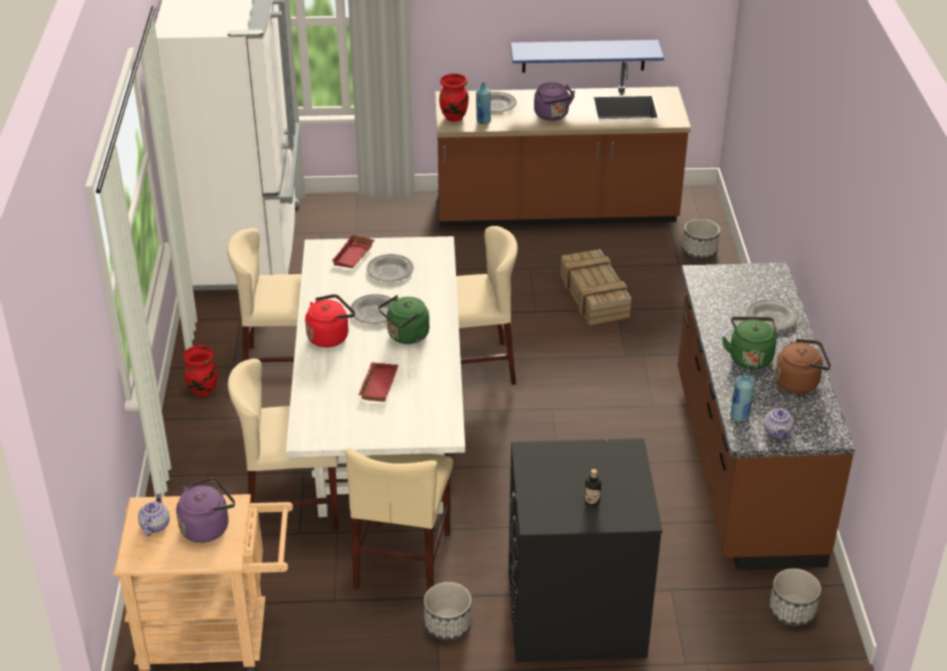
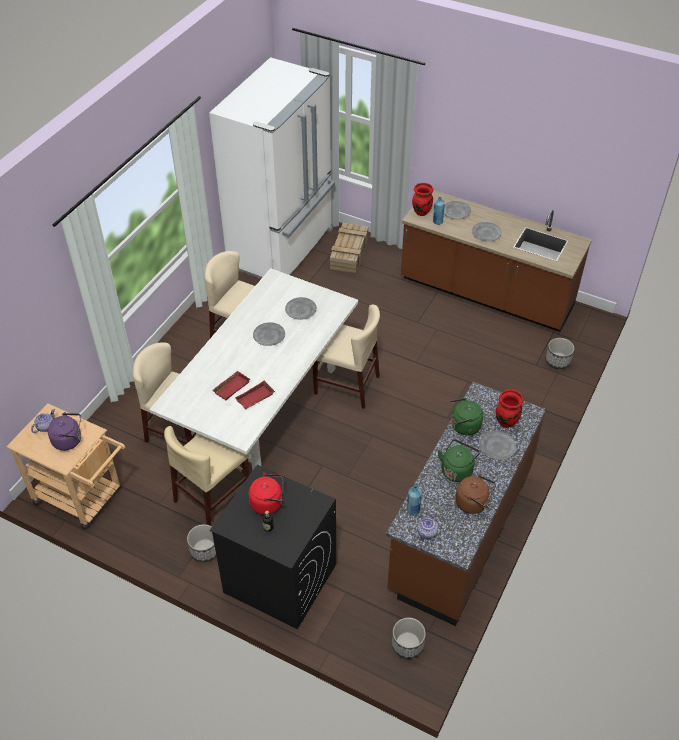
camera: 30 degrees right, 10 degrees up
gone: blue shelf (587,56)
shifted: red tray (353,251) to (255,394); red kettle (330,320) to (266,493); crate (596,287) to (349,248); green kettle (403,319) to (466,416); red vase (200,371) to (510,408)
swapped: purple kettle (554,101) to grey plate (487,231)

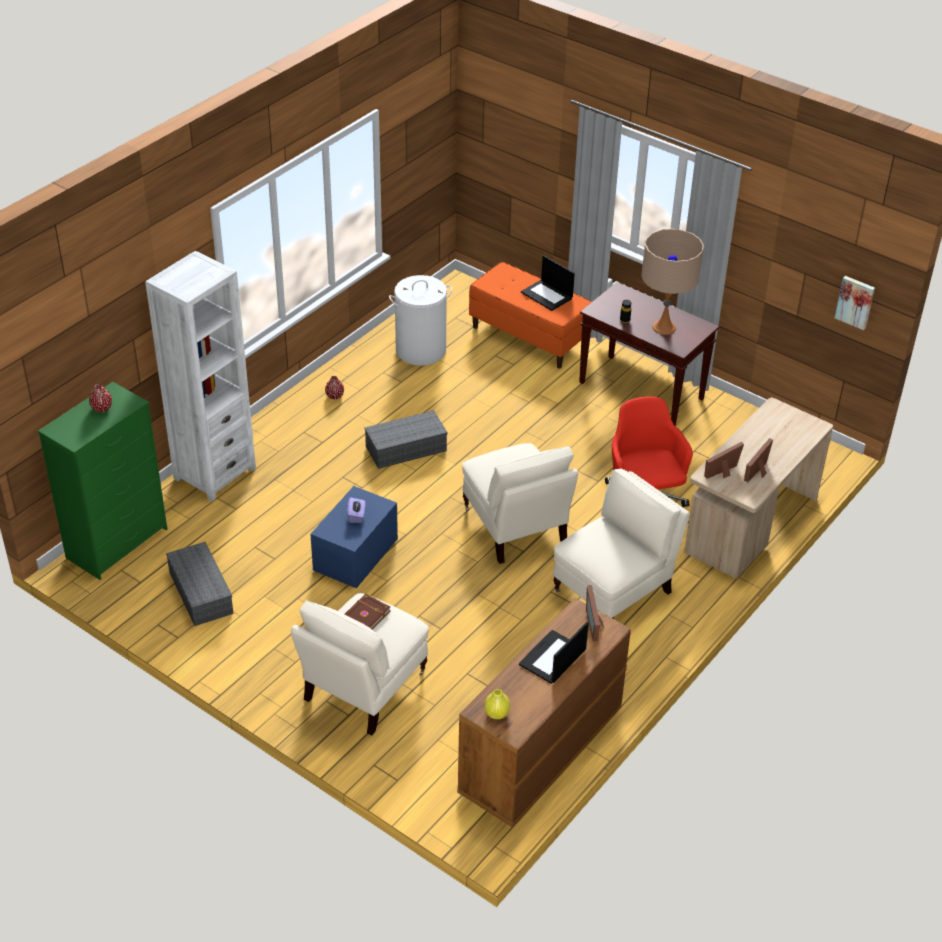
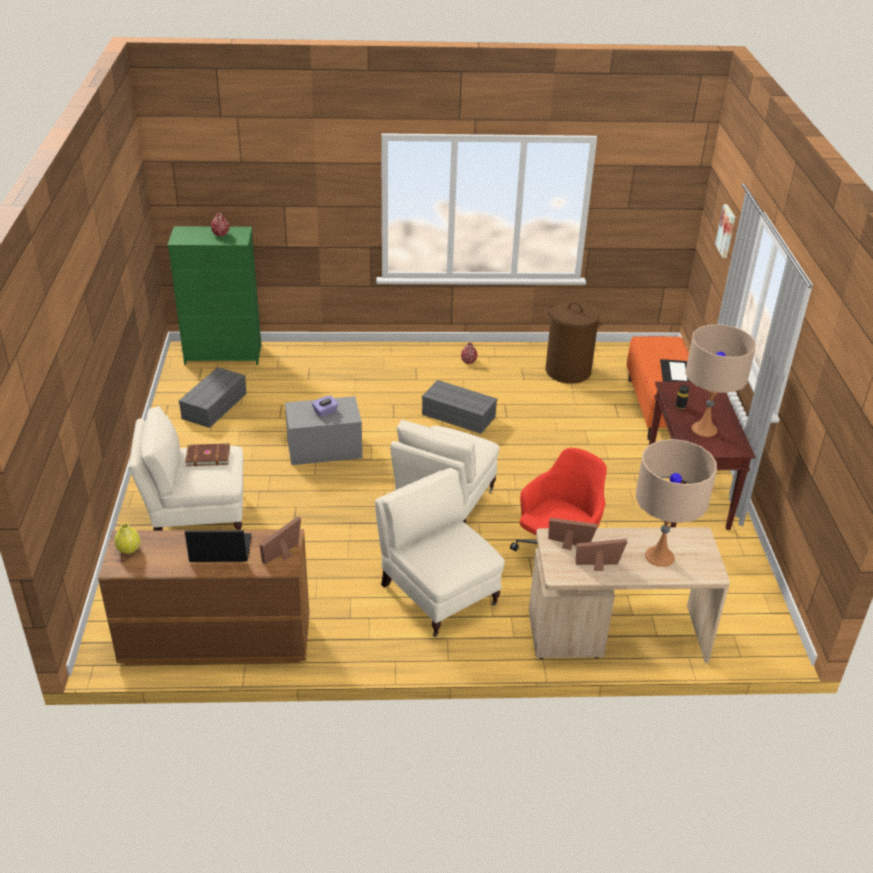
camera: 50 degrees right, 5 degrees down
gone: white bookcase (200,376)
new: beige table lamp (676,503)
shifted: picture (855,303) to (725,231)
repainted: blue storage box (354,537) to grey storage box (323,430); white laundry basket (420,320) to brown laundry basket (574,342)
rotated: beige armchair (621,543) = (440,552) 135 degrees counterclockwise

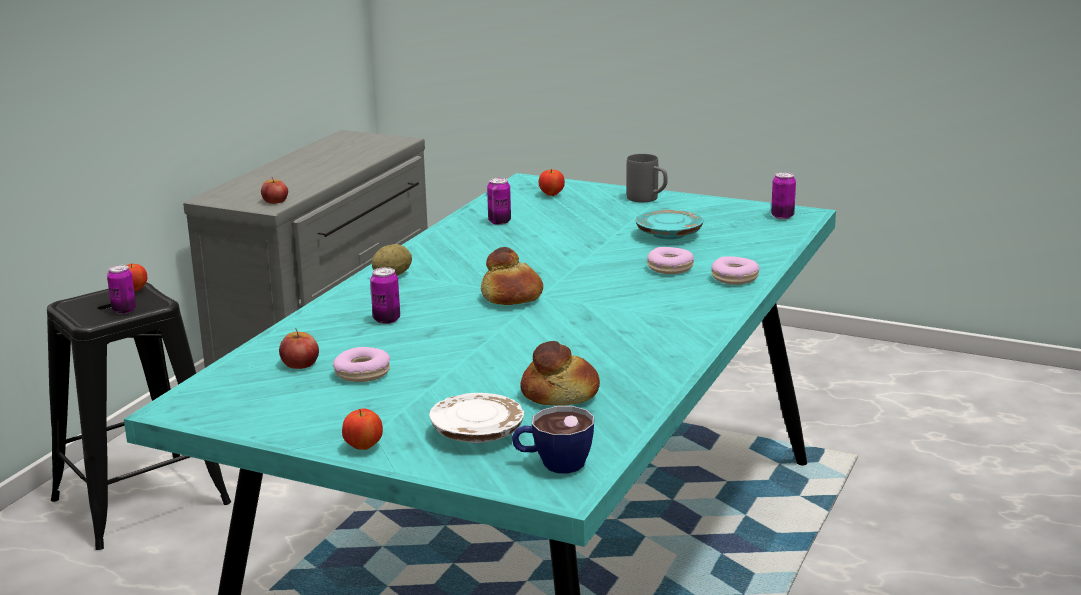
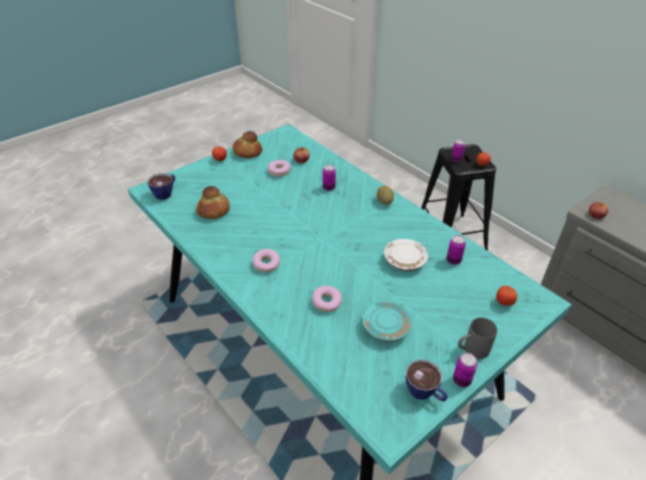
camera: 115 degrees right, 20 degrees up
new: cup (427,380)
shifted: bread (512,276) to (247,144); donut (735,270) to (266,260); white plate (476,418) to (406,255); can (783,195) to (465,370)

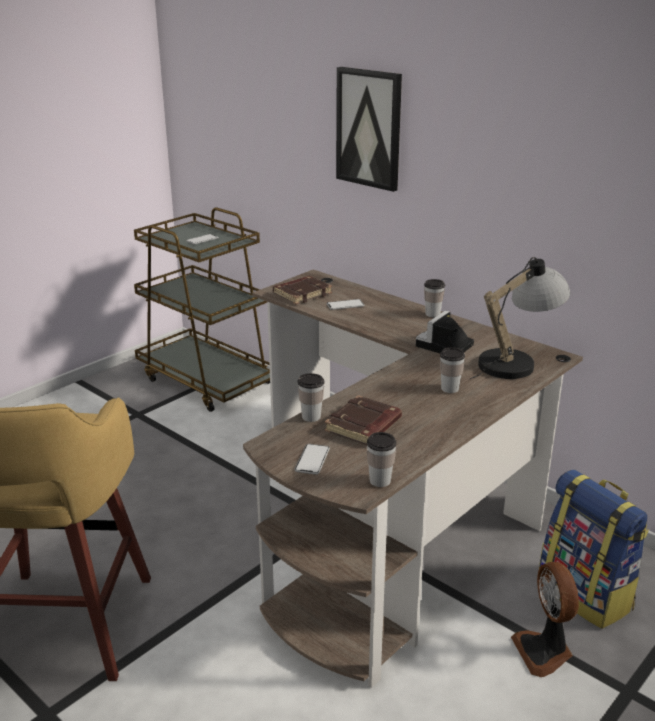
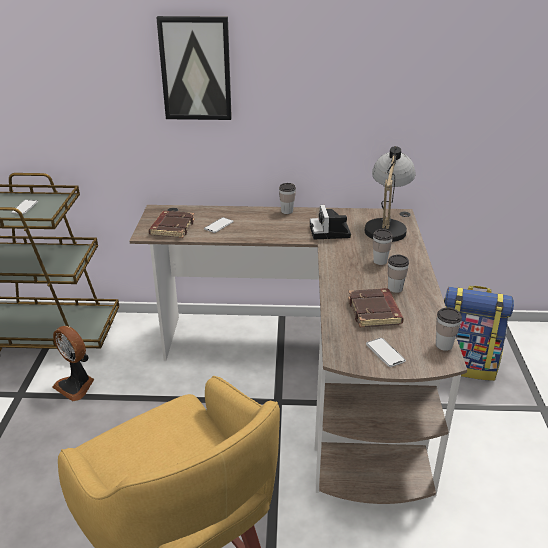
camera: 40 degrees left, 5 degrees up
shifted: fan (545,619) to (73,363); cup (310,397) to (398,274)

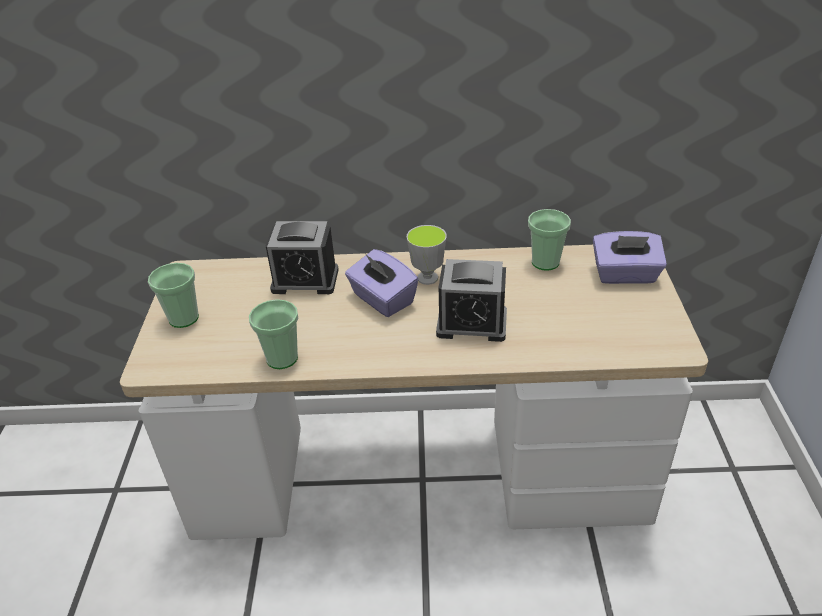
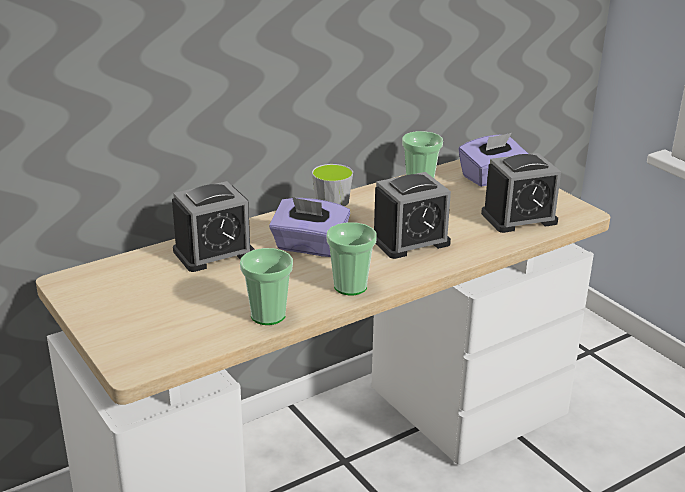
camera: 35 degrees left, 10 degrees down
new: alarm clock (521,193)
shifted: cup (173,295) to (352,259)

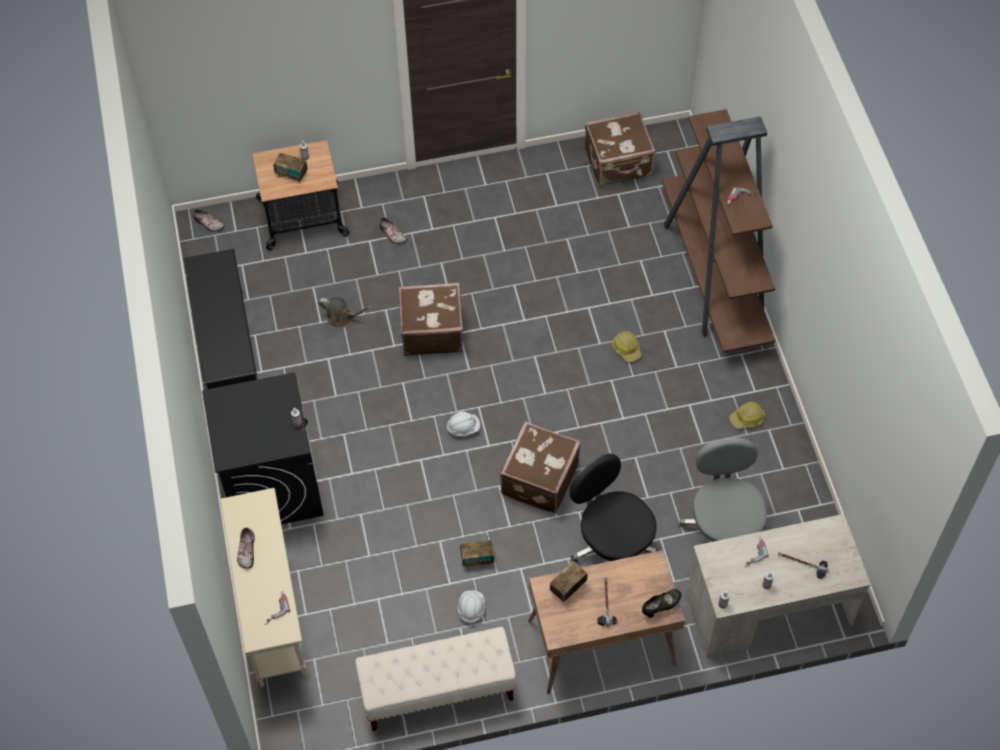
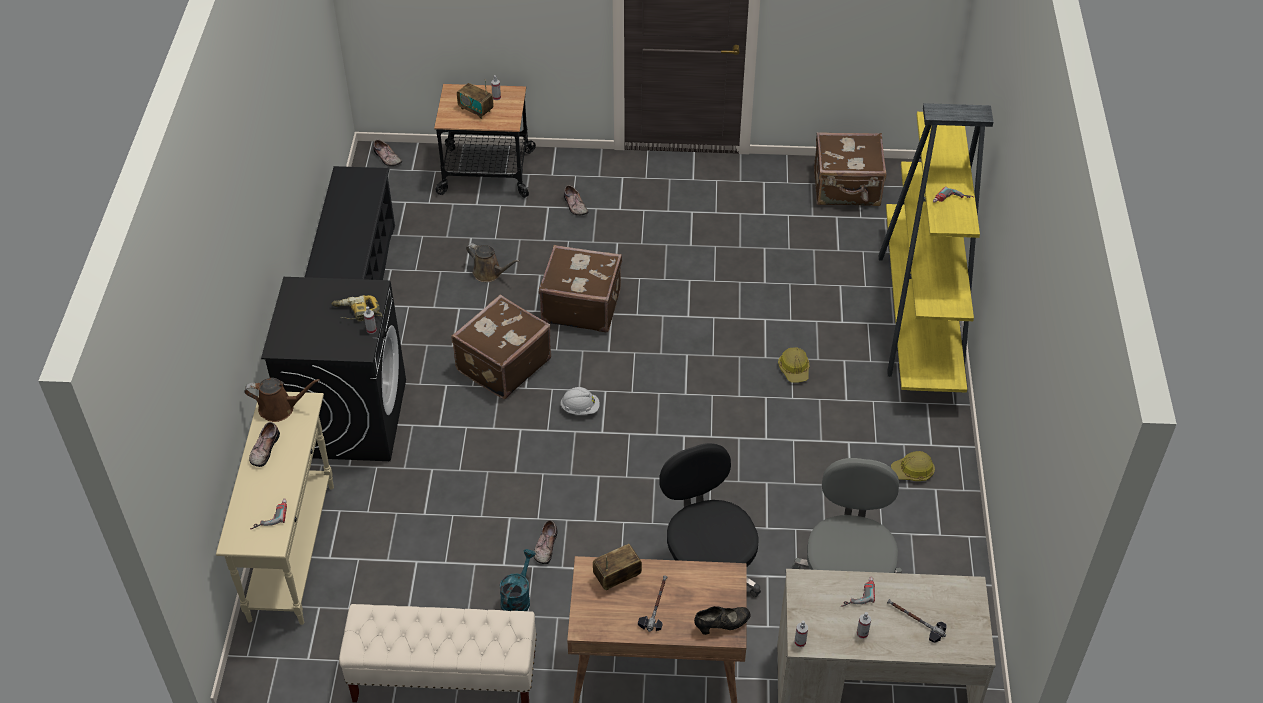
camera: 15 degrees right, 10 degrees down
new: brown watering can (282,400); power drill (357,308)
shifted: brown suitcase (540,468) to (501,347)
swapped: white hard hat (471,607) to turquoise watering can (518,580); radio (477,551) to shoe (546,542)
repainted: brown bookcase (718,231) to yellow bookcase (936,248)

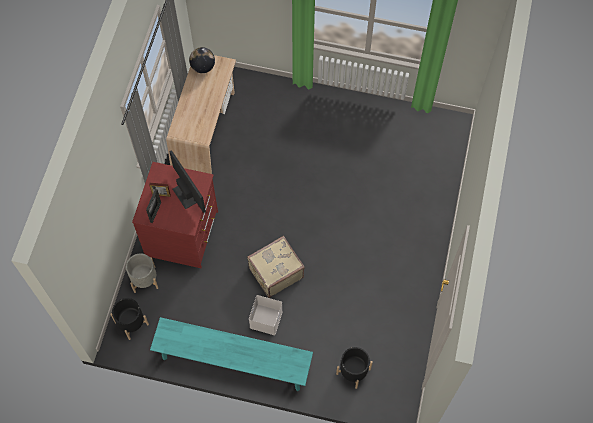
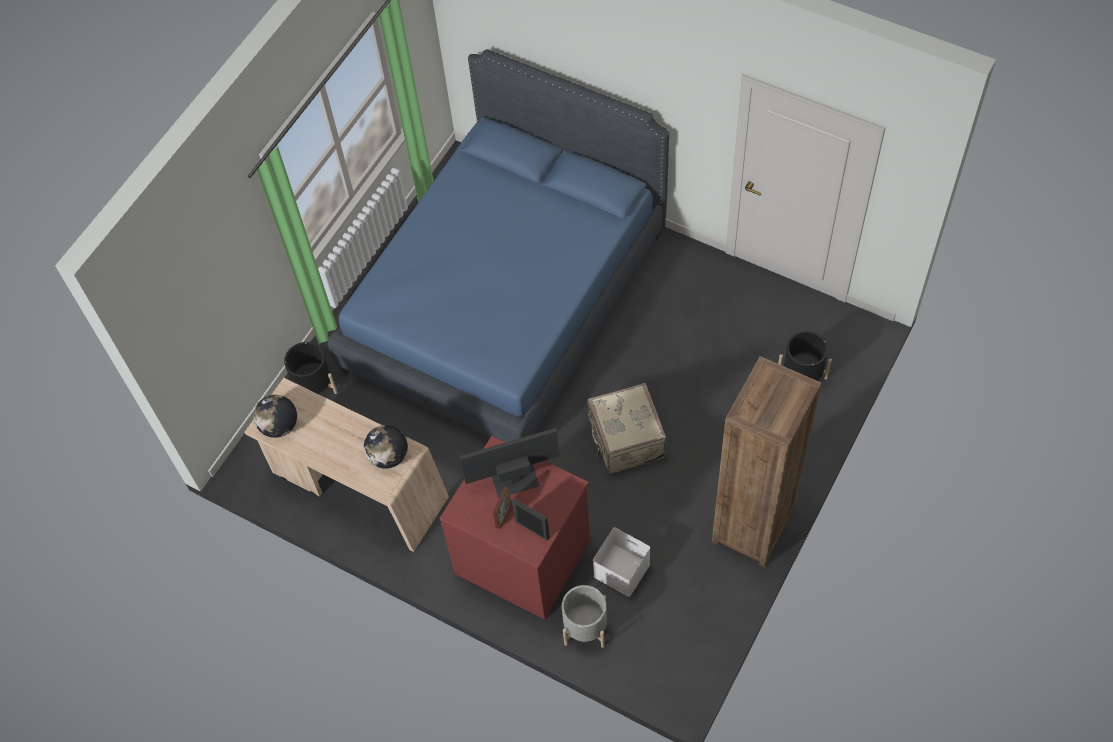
camera: 70 degrees left, 5 degrees down
new: blue bed (498,245); globe (386,447)
shifted: black planter (129,319) to (311,368); white storage box (266,315) to (621,562)
swapped: turquoise bench (231,354) to brown bookcase (767,461)

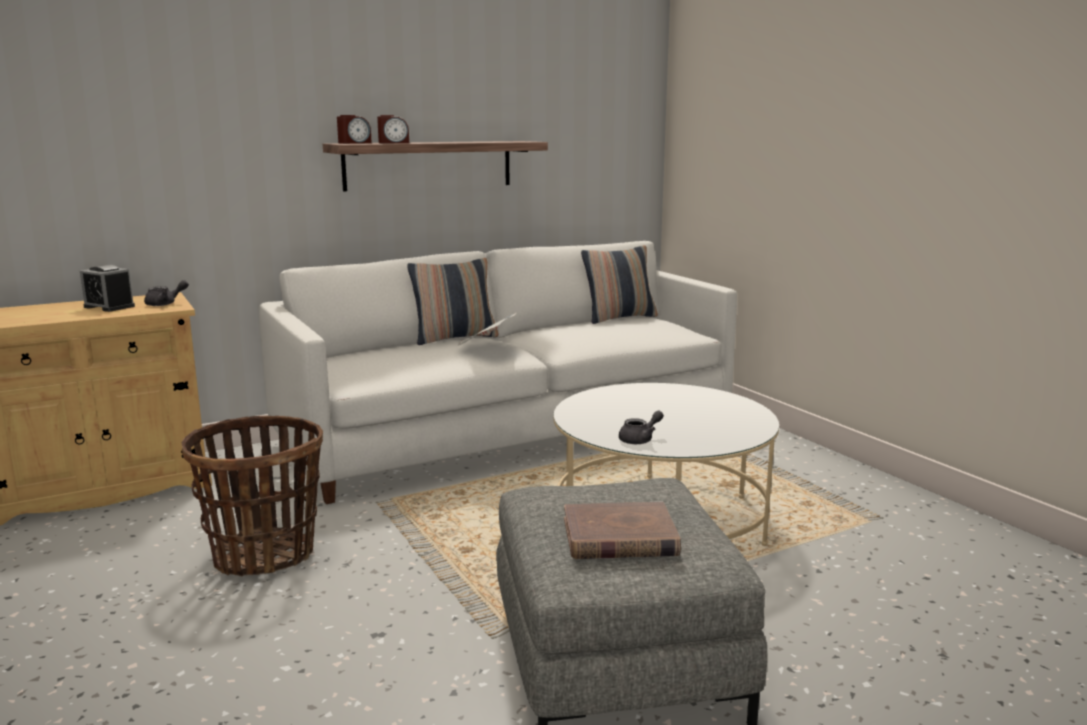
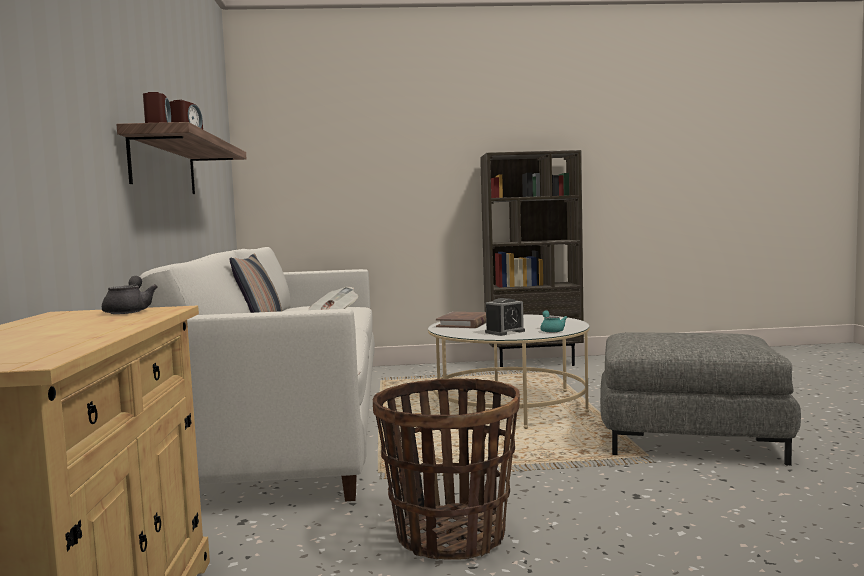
camera: 65 degrees left, 10 degrees down
gone: pillow (619,284)
new: brown bookcase (532,258)
shifted: brown book (622,530) to (461,320); alarm clock (107,288) to (505,317)
repainted: grey teapot (641,427) to turquoise teapot (553,321)

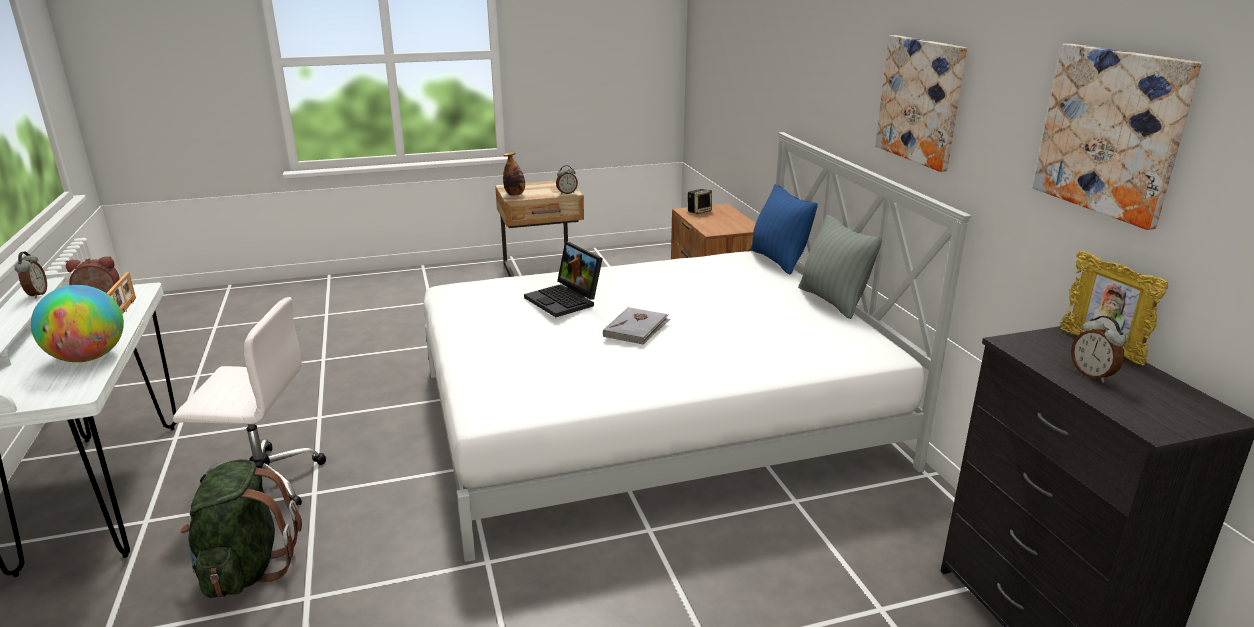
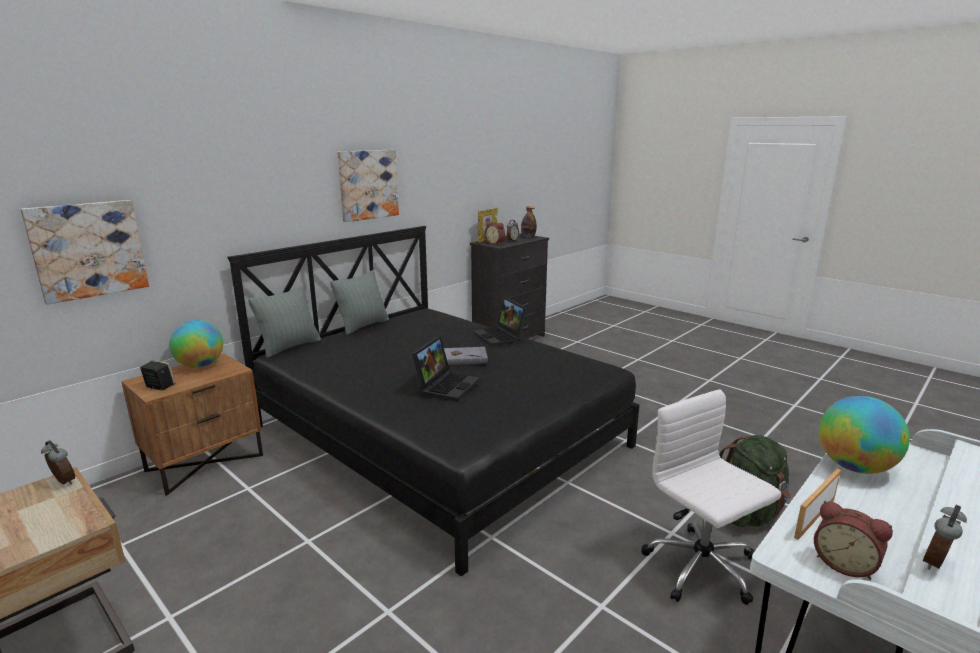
camera: 120 degrees left, 5 degrees down
new: globe (196,344); laptop (500,322); alarm clock (495,232)
shifted: picture (1117,137) to (84,252); bottle (514,174) to (529,222)
repainted: white bed (698,347) to black bed (433,401); blue pillow (784,229) to grey pillow (284,321)

